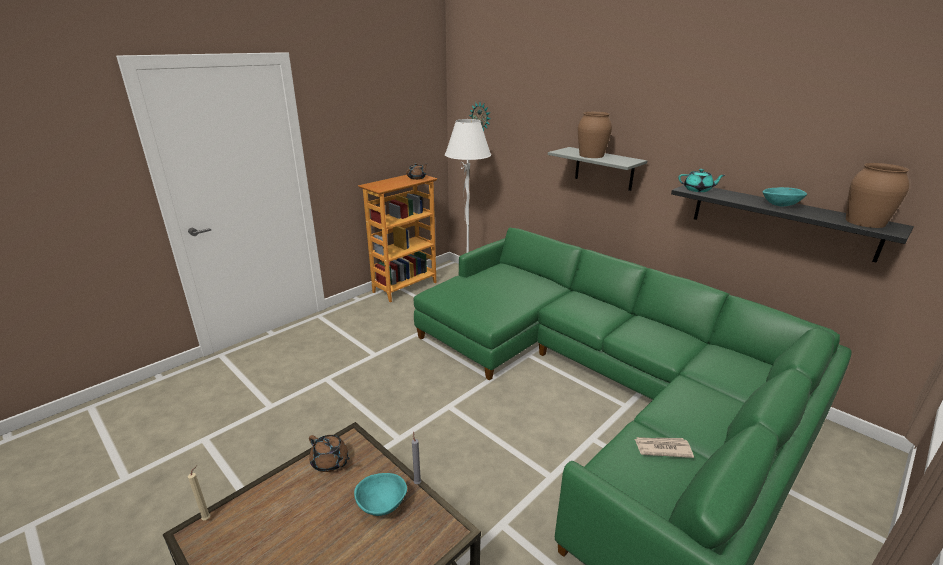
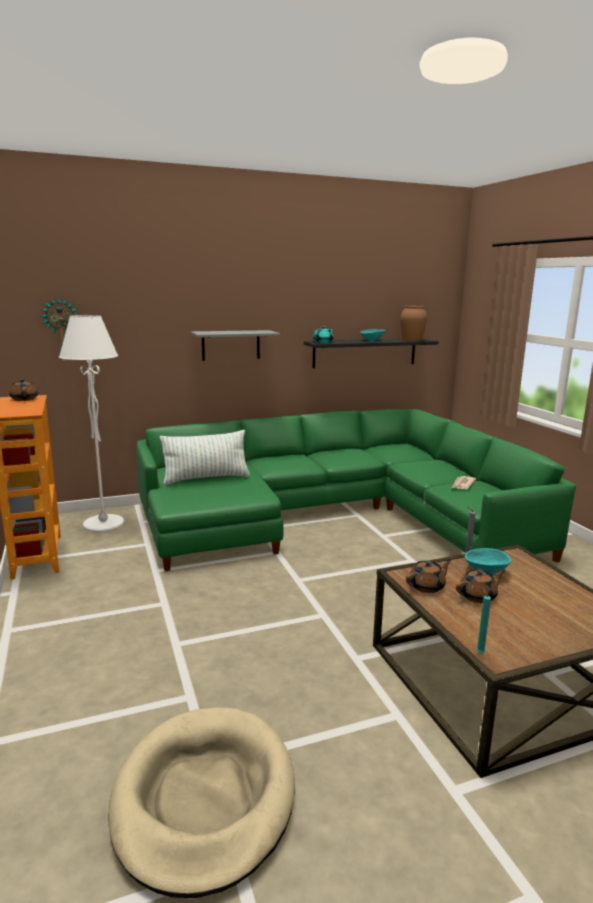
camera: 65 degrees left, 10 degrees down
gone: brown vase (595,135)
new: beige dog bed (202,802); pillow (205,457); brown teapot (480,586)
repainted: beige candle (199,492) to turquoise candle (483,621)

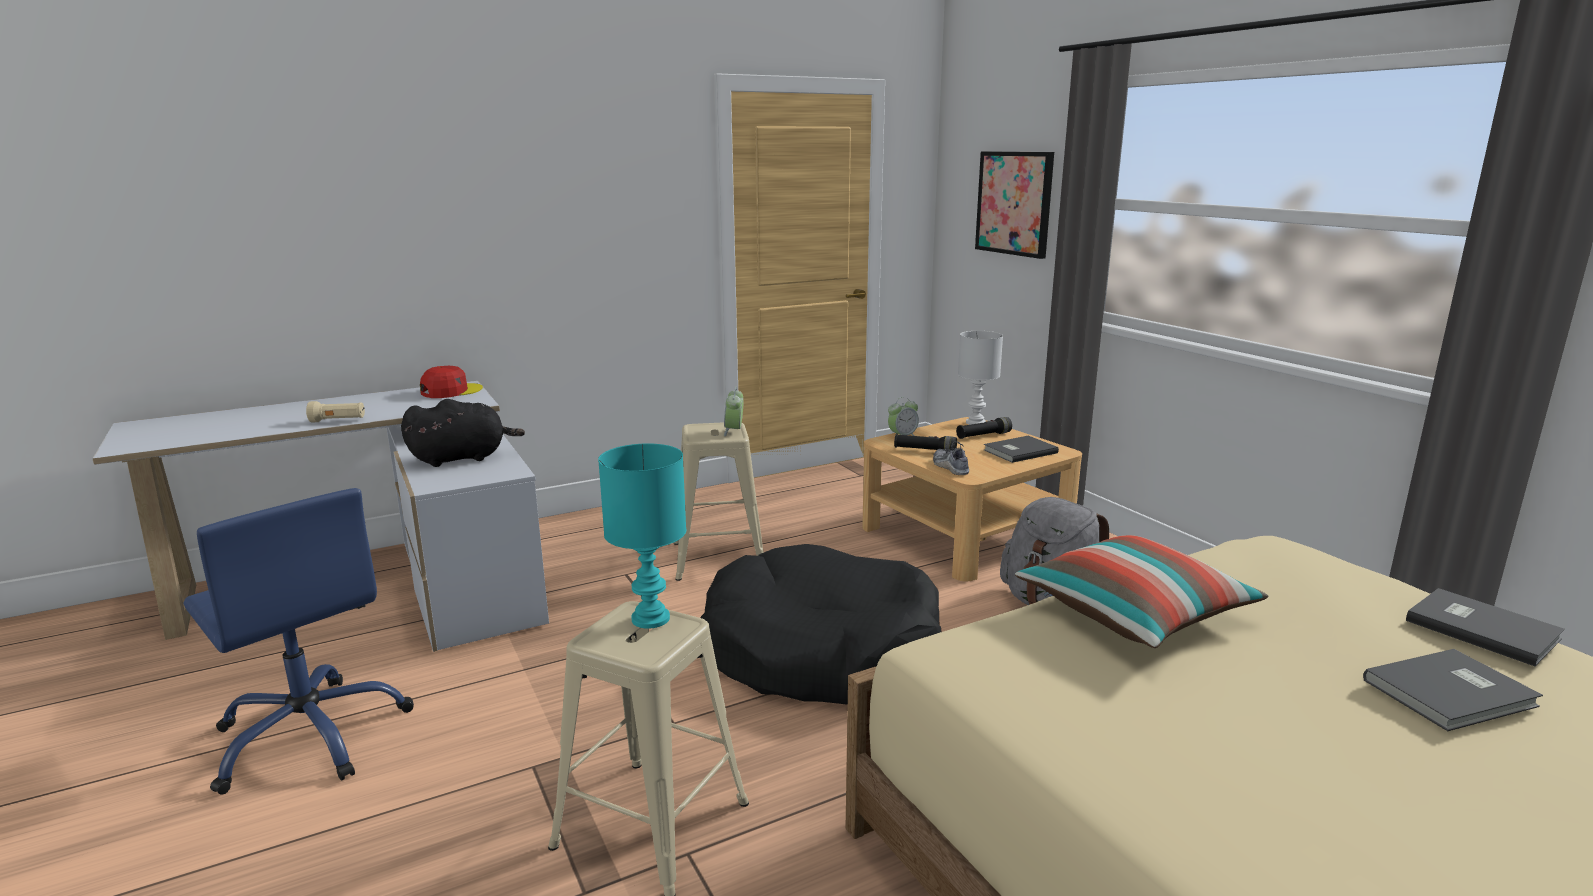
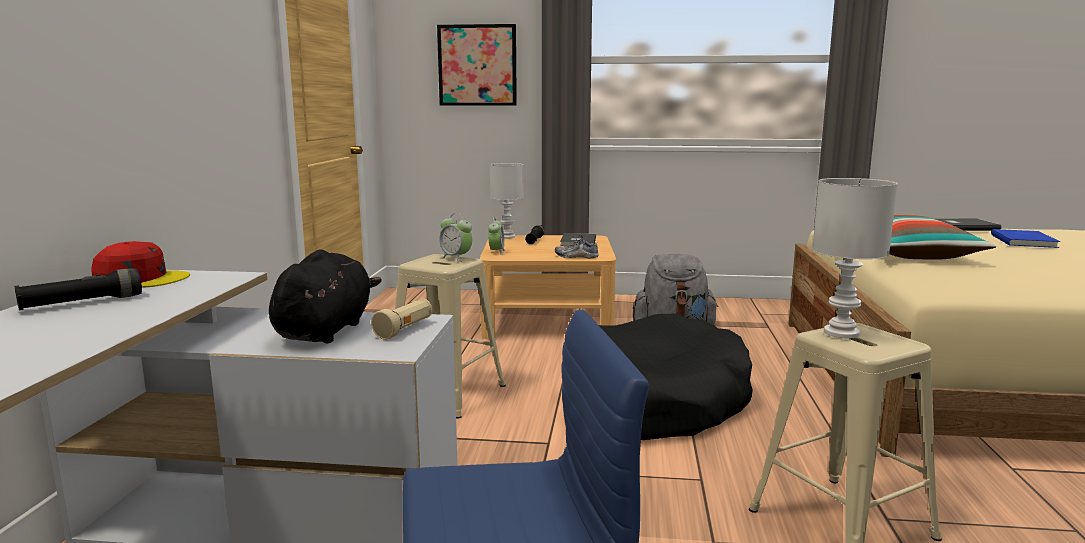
camera: 55 degrees left, 5 degrees down
shifted: black flashlight (925,442) to (78,289); beige flashlight (335,411) to (401,319)
repainted: turquoise table lamp (642,536) to white table lamp (855,258); grey book (1453,690) to blue book (1025,238)
rotated: red cap (451,382) = (140,264) 90 degrees clockwise

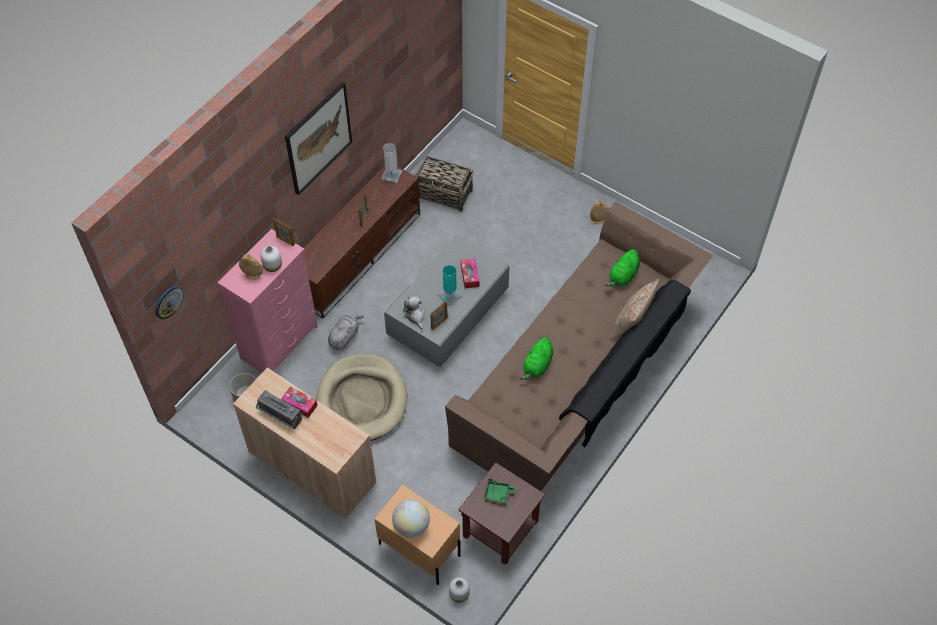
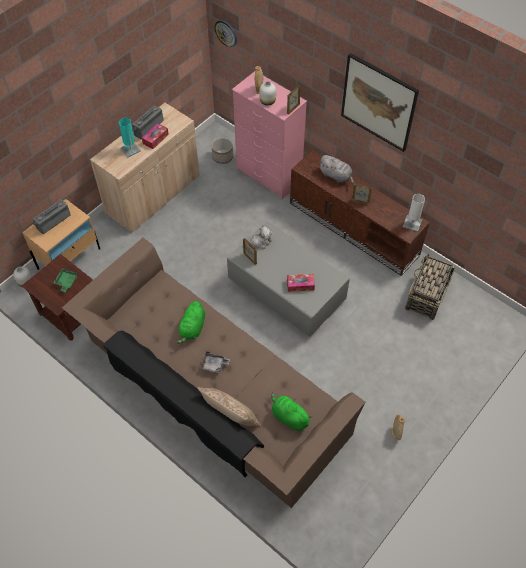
camera: 95 degrees right, 0 degrees up
gone: beige dog bed (362,397)
new: grey tray (215,362)
shifted: turquoise table lamp (450,285) to (130,138); grey plush toy (346,332) to (336,169)
swapped: globe (411,518) to radio (52,216)
rotated: green plush toy (536,358) = (190,322) 105 degrees counterclockwise

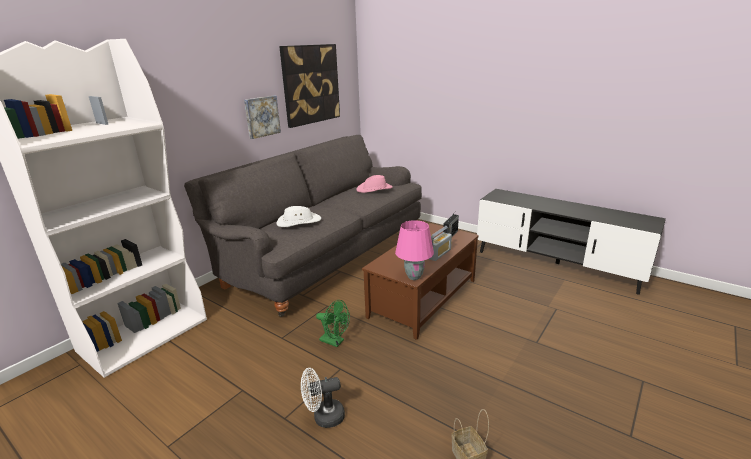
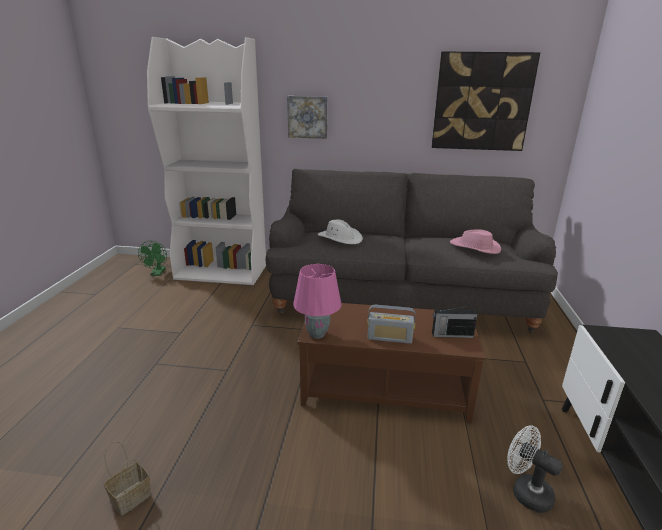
camera: 60 degrees right, 0 degrees up
shifted: green fan (333,323) to (152,258); picture (262,117) to (307,117); white fan (323,398) to (535,469)

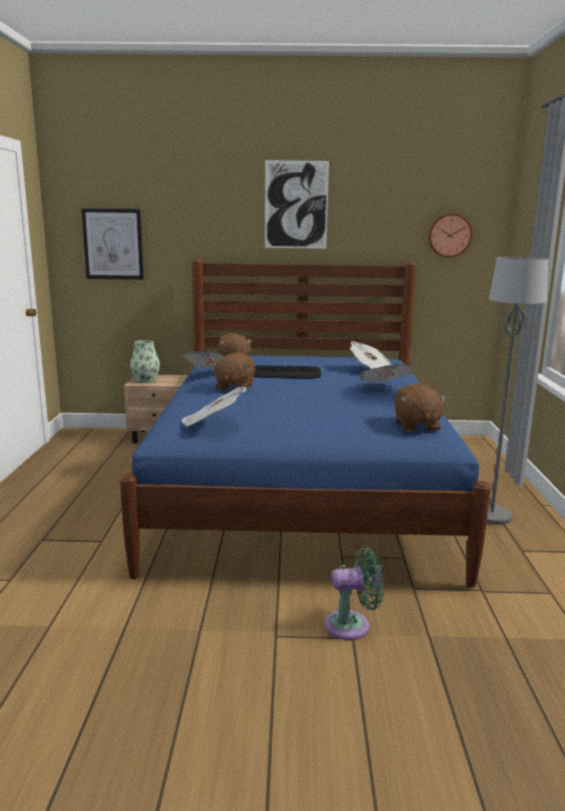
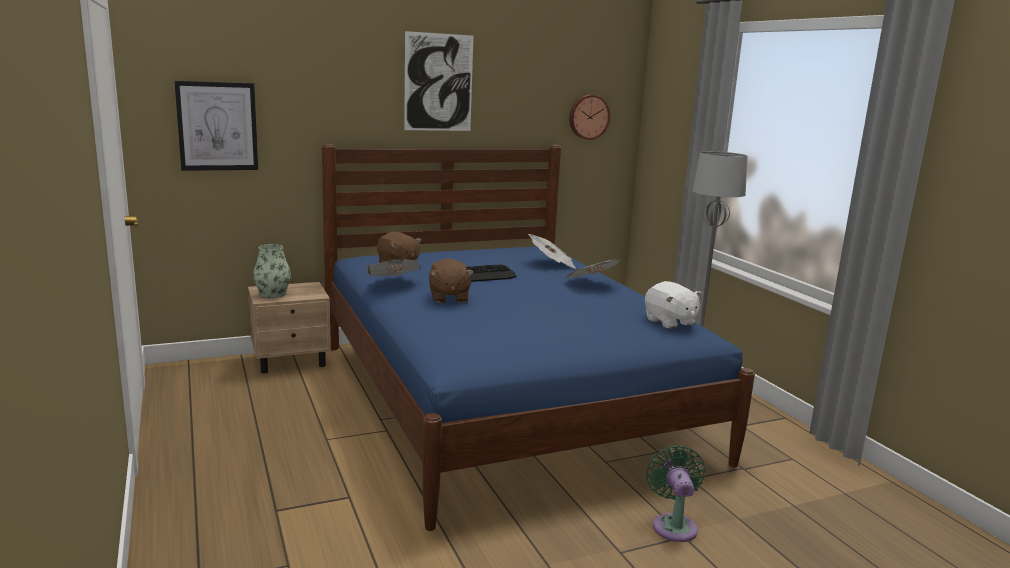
camera: 25 degrees left, 0 degrees up
gone: newspaper (214,407)
repainted: brown plush toy (421,408) to white plush toy (673,305)
rotated: green fan (354,593) = (676,493) 60 degrees counterclockwise

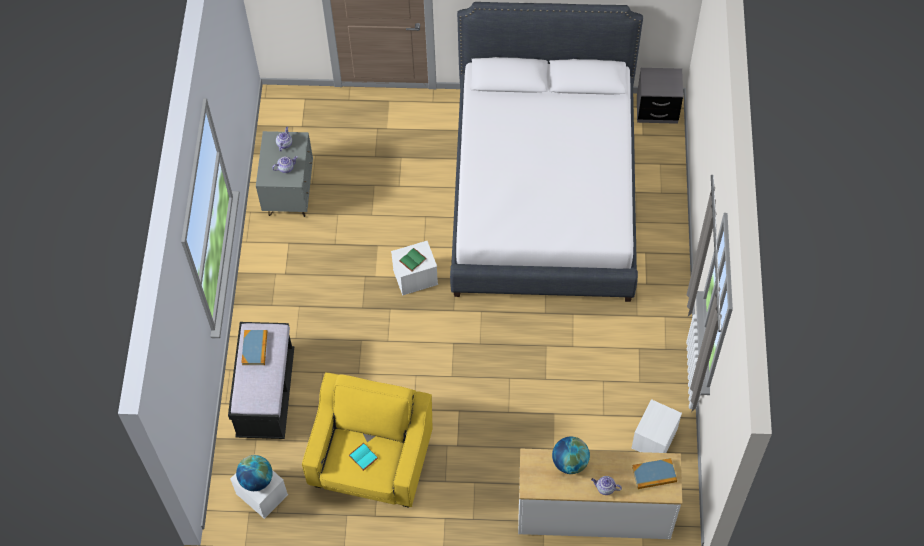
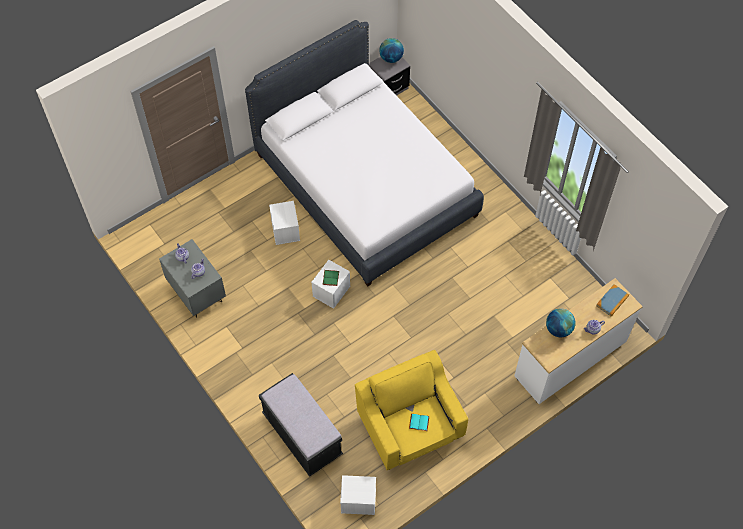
camera: 40 degrees left, 0 degrees up
gone: book (254,347)
shifted: white storage box (656,426) to (284,223); globe (254,473) to (391,50)

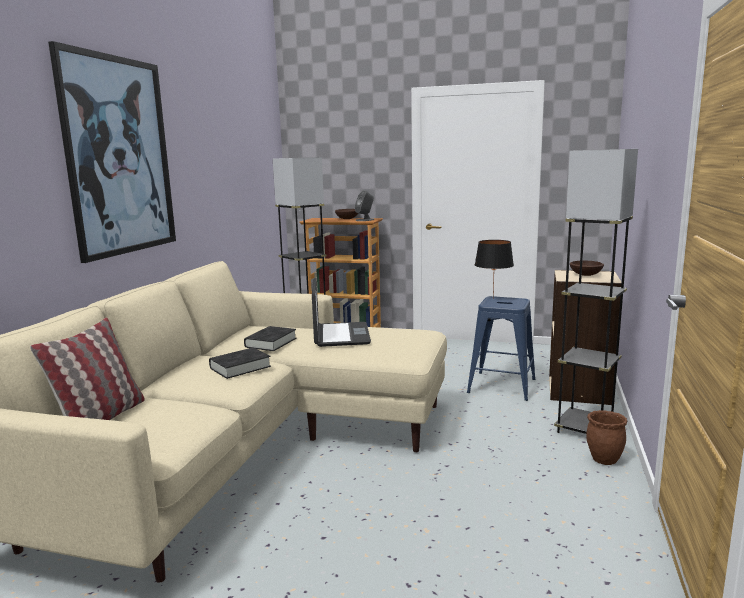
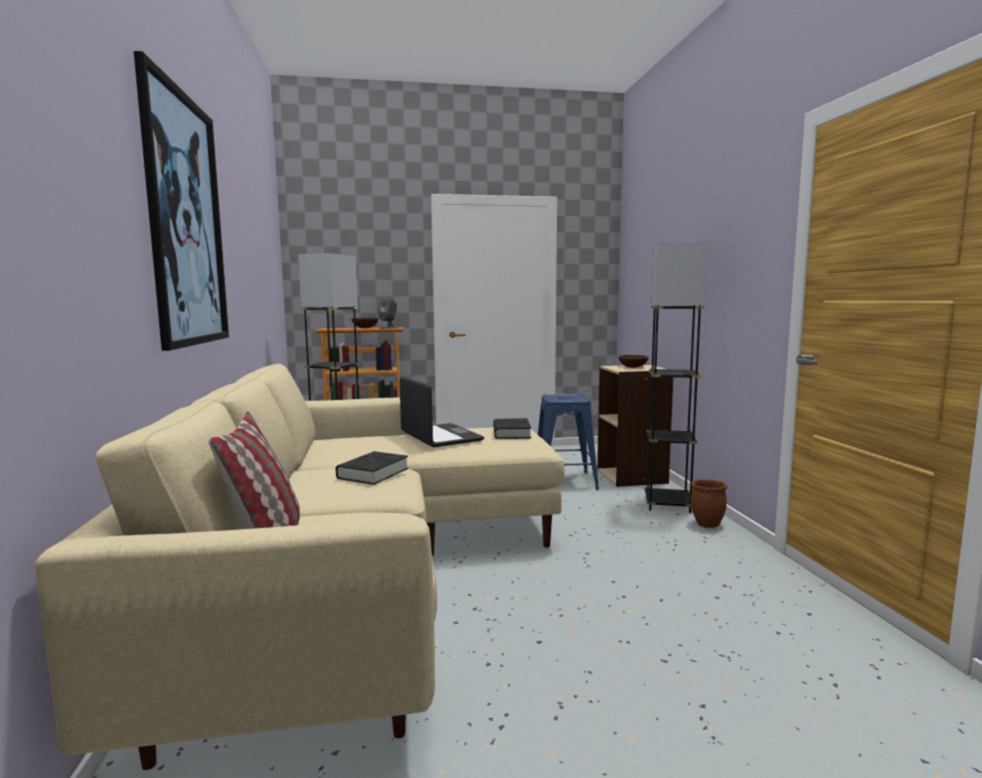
camera: 25 degrees left, 5 degrees down
gone: black table lamp (494,269)
shifted: black book (270,338) to (512,428)

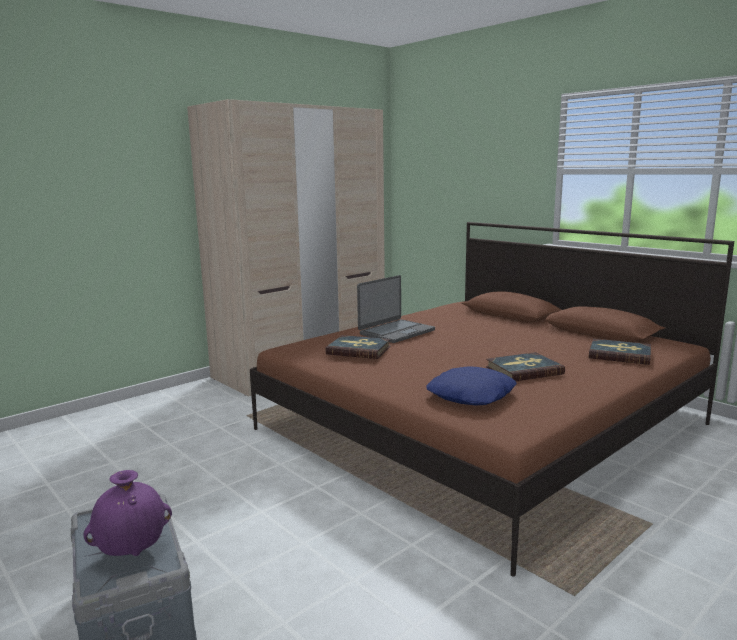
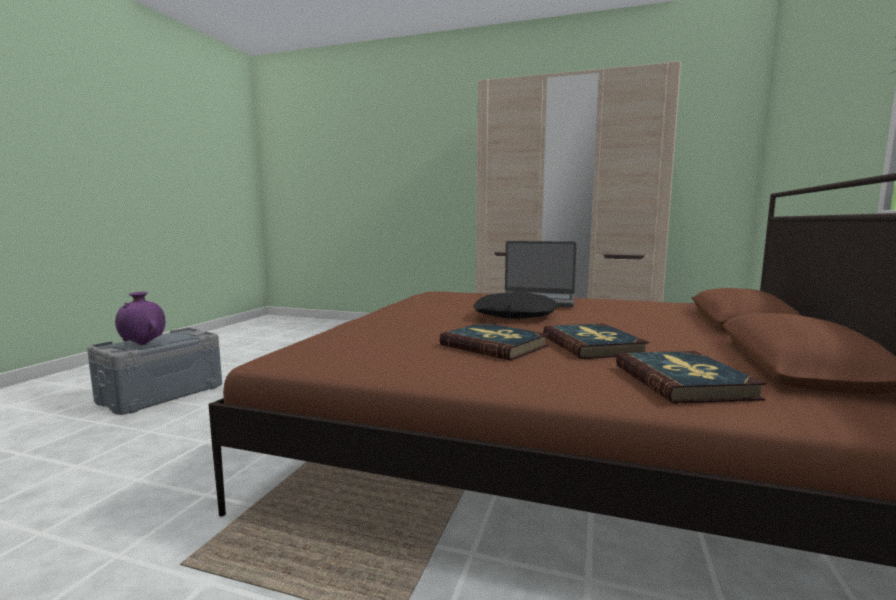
camera: 60 degrees right, 5 degrees down
gone: blue pillow (471,385)
new: black pillow (515,305)
shifted: book (358,347) to (596,341)

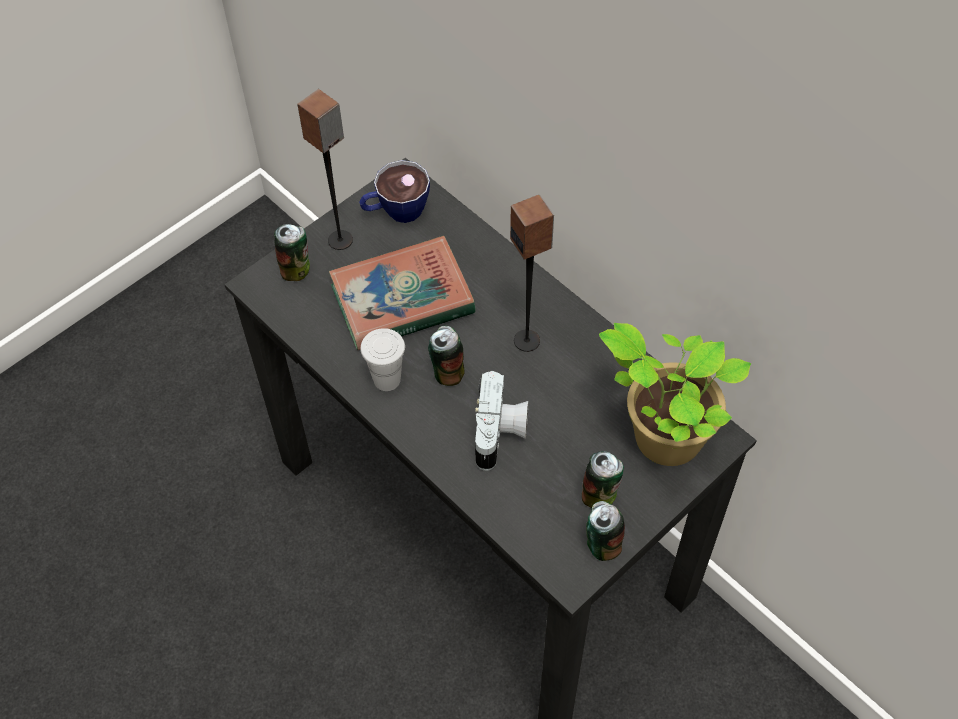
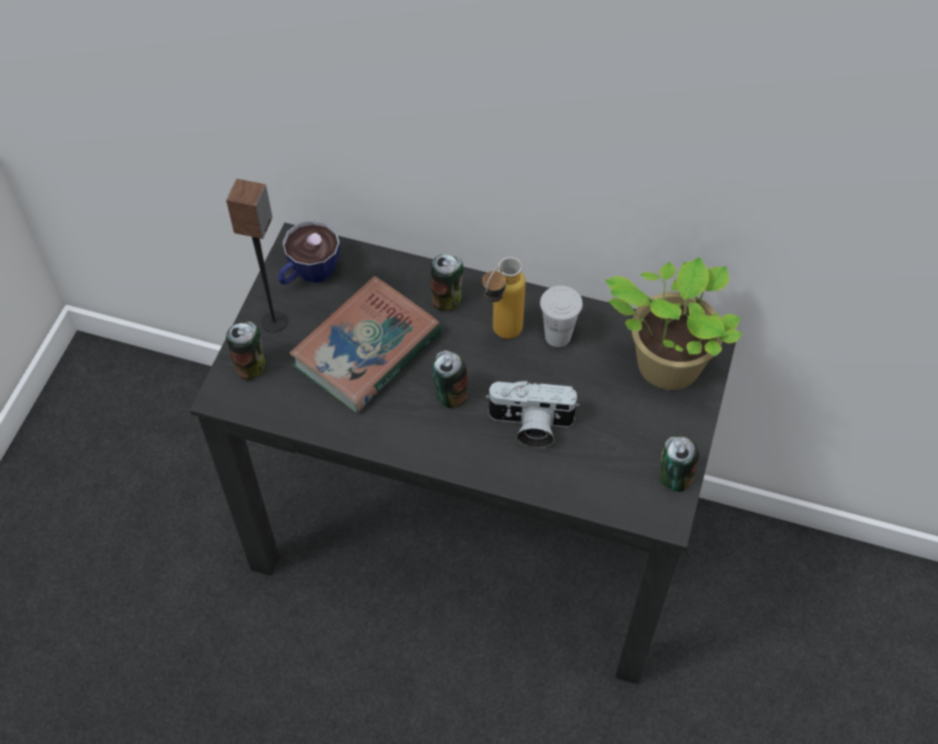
camera: 30 degrees left, 0 degrees up
shifted: can (603,479) to (447,282); white cup (383,359) to (561,316)
swapped: speaker (532,273) to bottle (504,298)
rotated: photo camera (502,421) = (533,414) 120 degrees clockwise

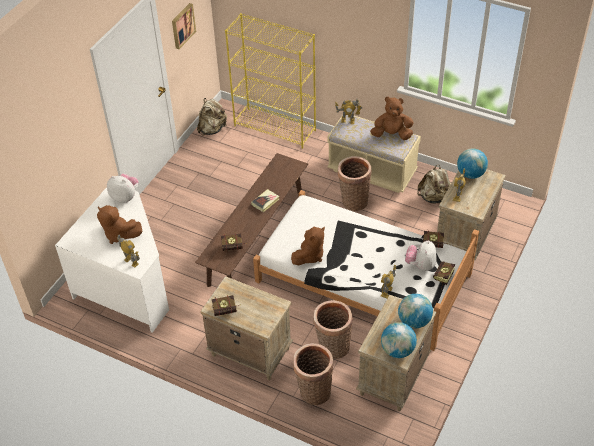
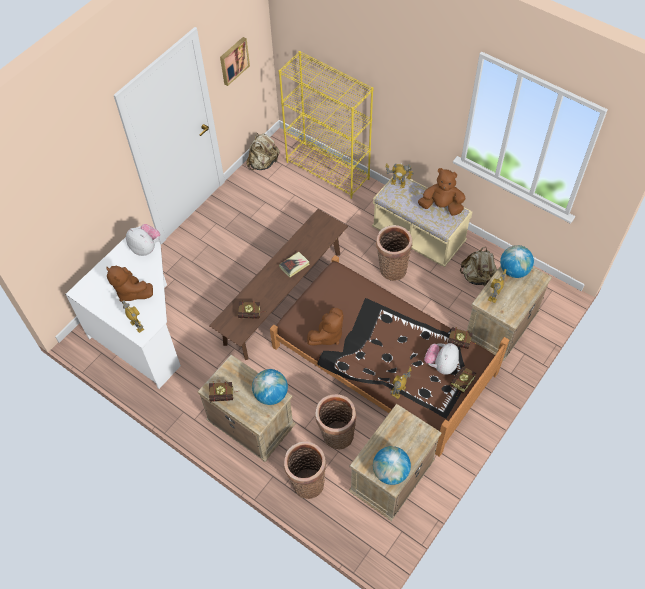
camera: 10 degrees right, 10 degrees up
shifted: globe (415,311) to (270,387)
repainted: white bed (366,270) to brown bed (389,356)

